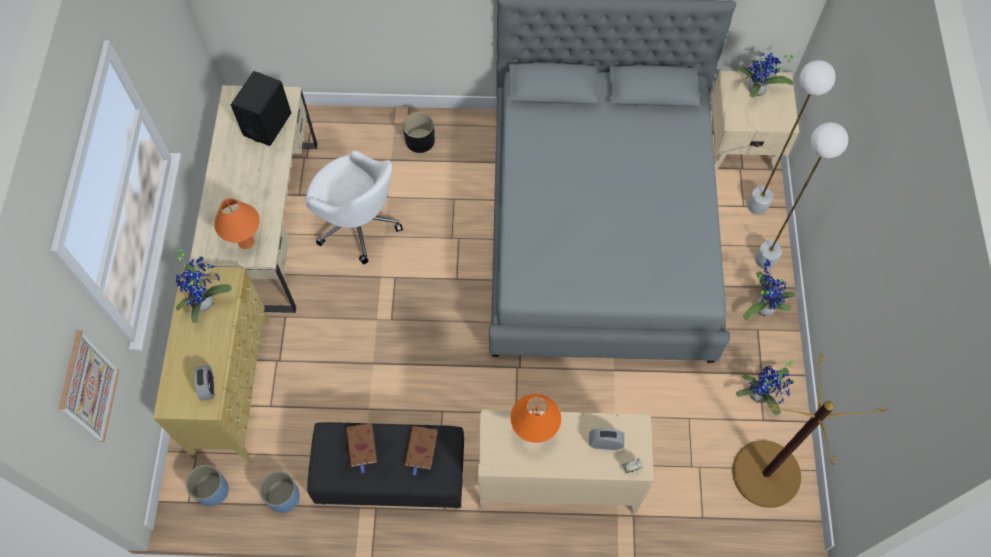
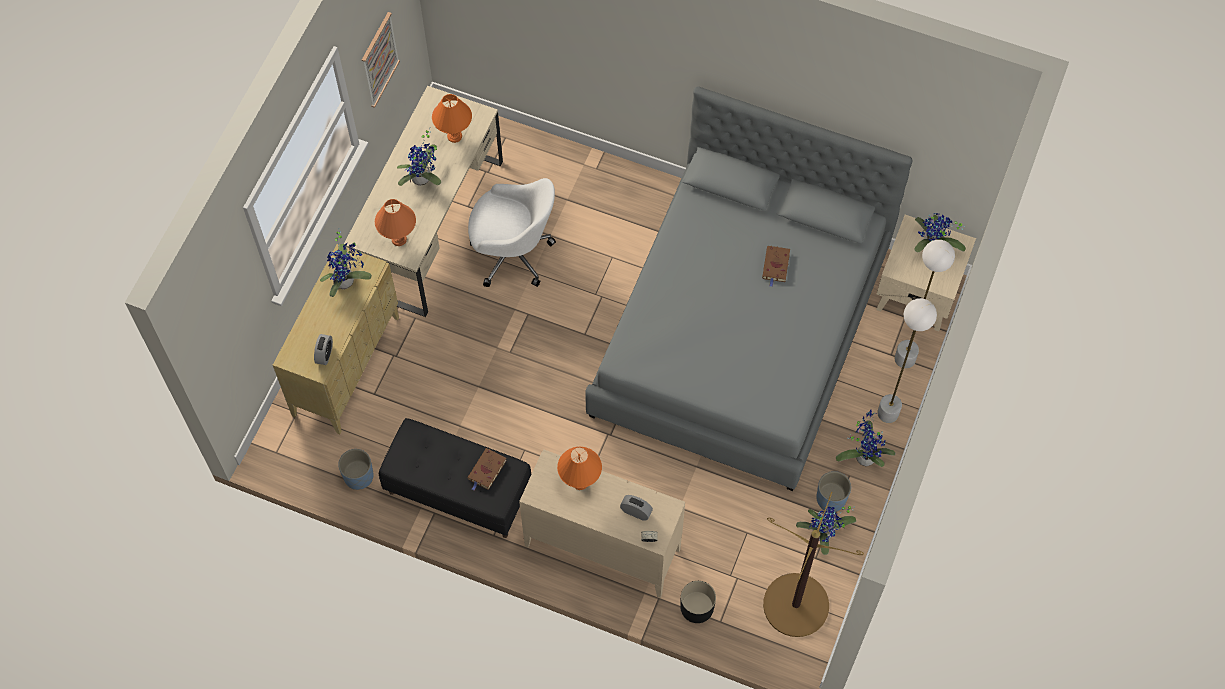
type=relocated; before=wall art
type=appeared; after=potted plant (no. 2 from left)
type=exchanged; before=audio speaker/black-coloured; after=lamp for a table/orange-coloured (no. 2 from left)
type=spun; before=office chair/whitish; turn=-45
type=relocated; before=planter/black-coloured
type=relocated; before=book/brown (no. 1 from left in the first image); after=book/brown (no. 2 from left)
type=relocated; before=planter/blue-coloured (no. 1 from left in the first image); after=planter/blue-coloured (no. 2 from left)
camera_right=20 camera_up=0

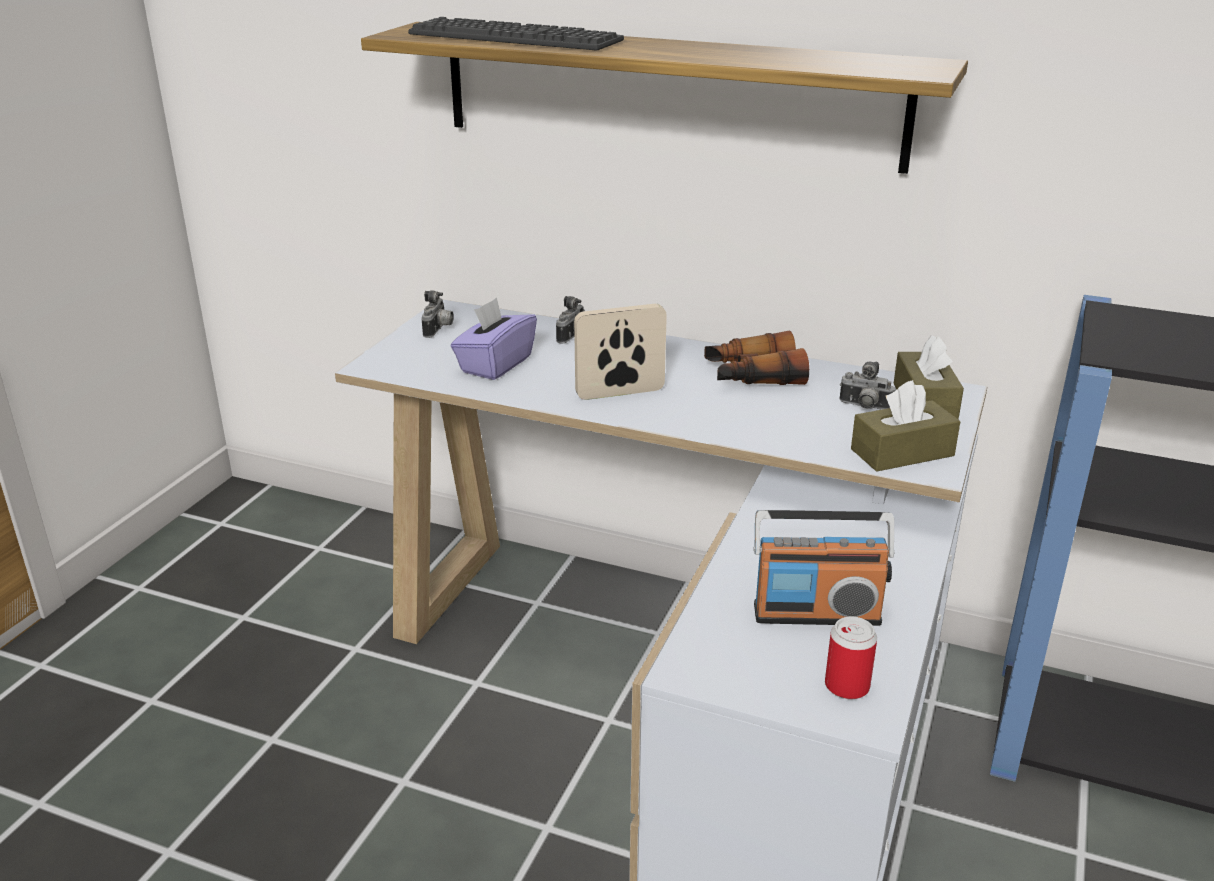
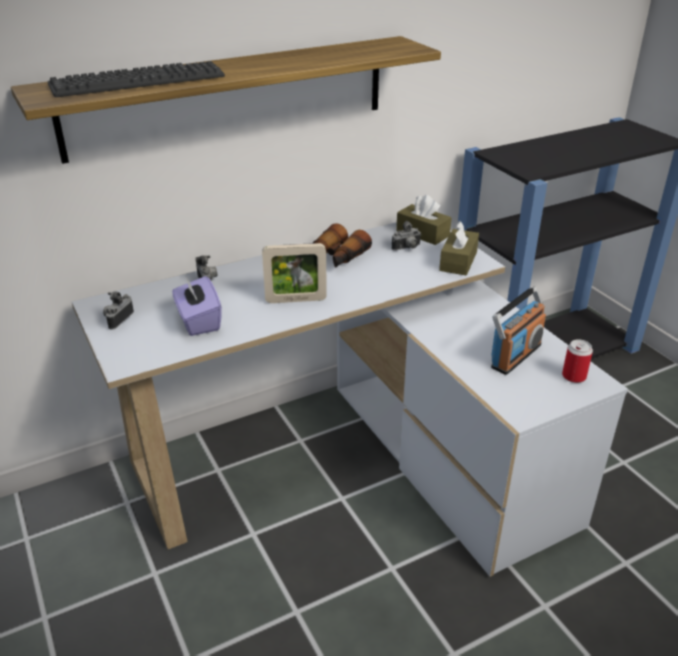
type=spun; before=photo camera (no. 1 from left); turn=-120
type=spun; before=standing frame; turn=-120
camera_right=-50 camera_up=5

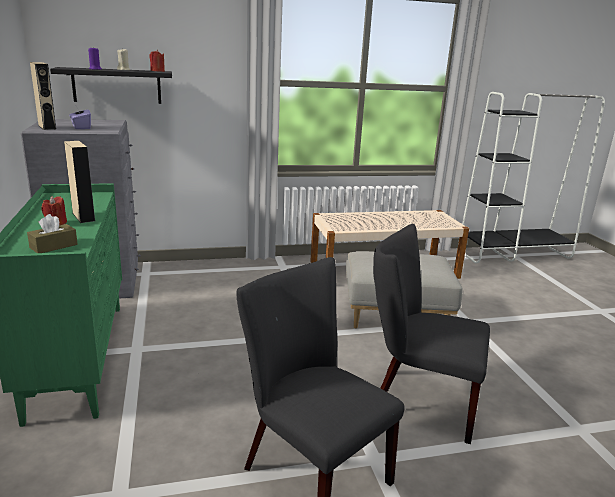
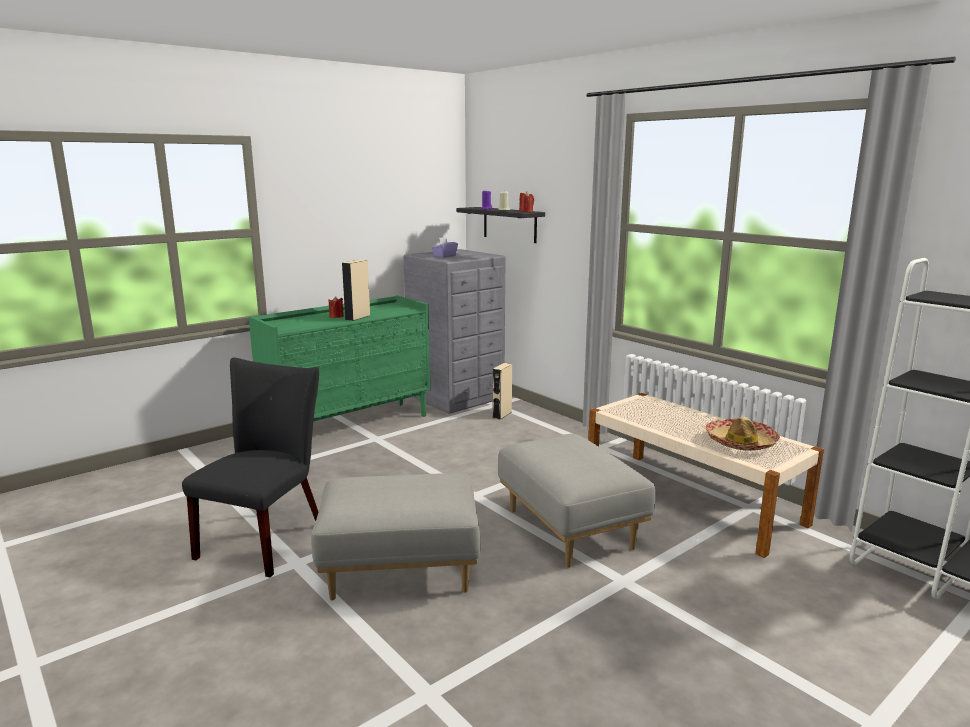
type=exchanged; before=upright chair/black-coloured (no. 2 from left); after=ottoman/greyish (no. 1 from left)
type=relocated; before=audio speaker/beige-coloured (no. 1 from left in the first image); after=audio speaker/beige-coloured (no. 2 from left)
type=appeared; after=hat
type=missing; before=tissue holder/brown
camera_right=65 camera_up=-5

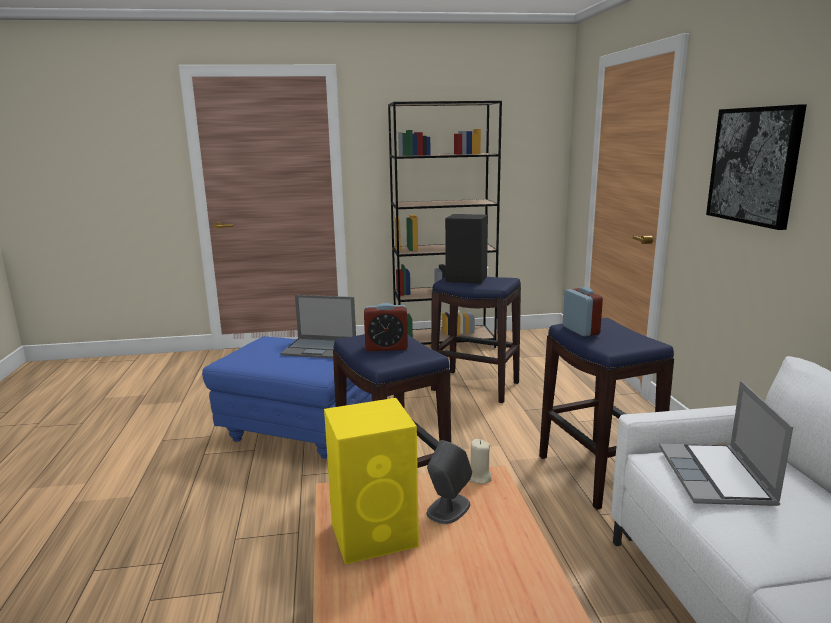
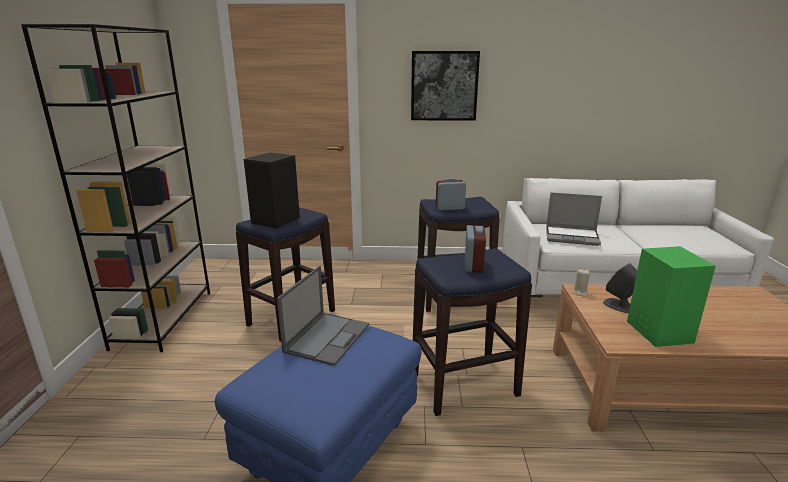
type=colour; before=audio speaker/yellow-coloured; after=audio speaker/green
camera_right=-80 camera_up=5

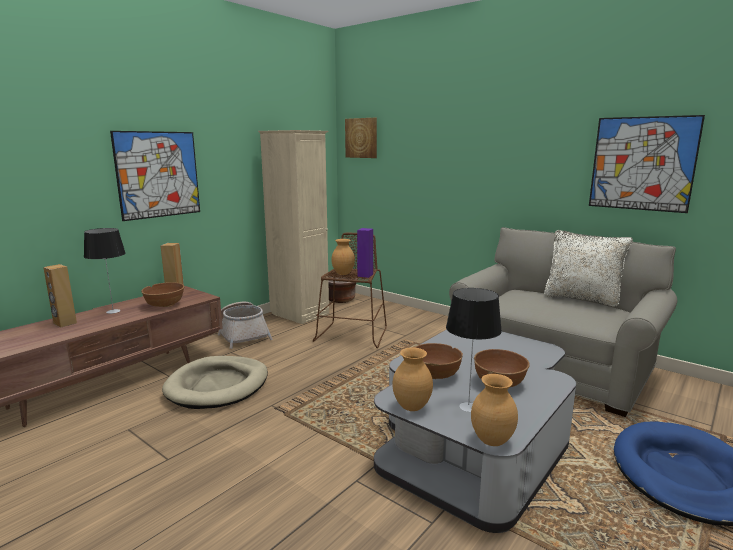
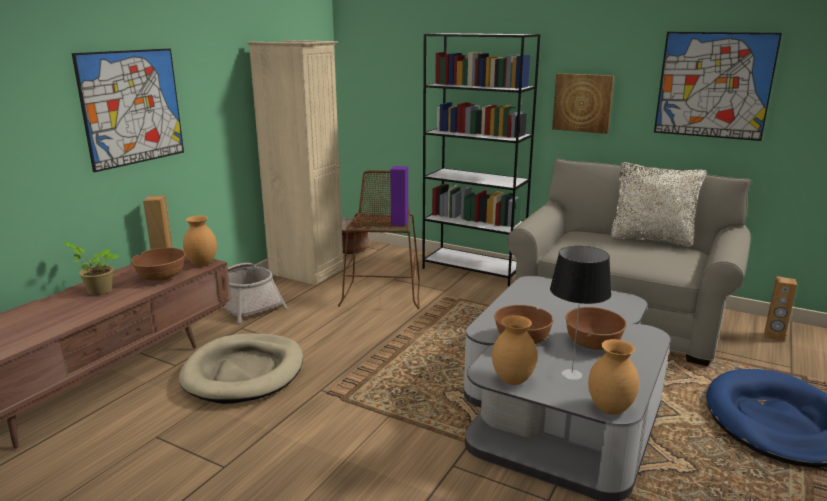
type=exchanged; before=lamp for a table (no. 1 from left); after=potted plant
type=relocated; before=decorative vase/brown (no. 1 from left)
type=appeared; after=shelving unit/whitish
type=relocated; before=wall art (no. 2 from left)
type=relocated; before=audio speaker/brown (no. 1 from left in the first image); after=audio speaker/brown (no. 2 from left)
camera_right=-10 camera_up=5

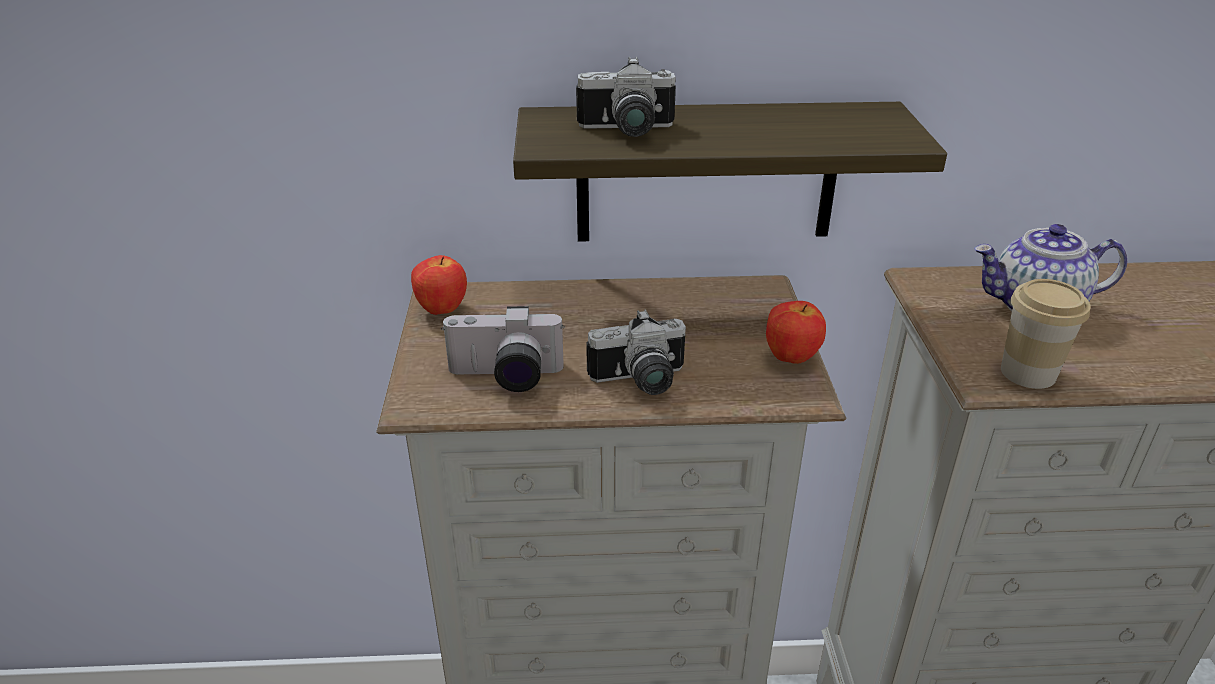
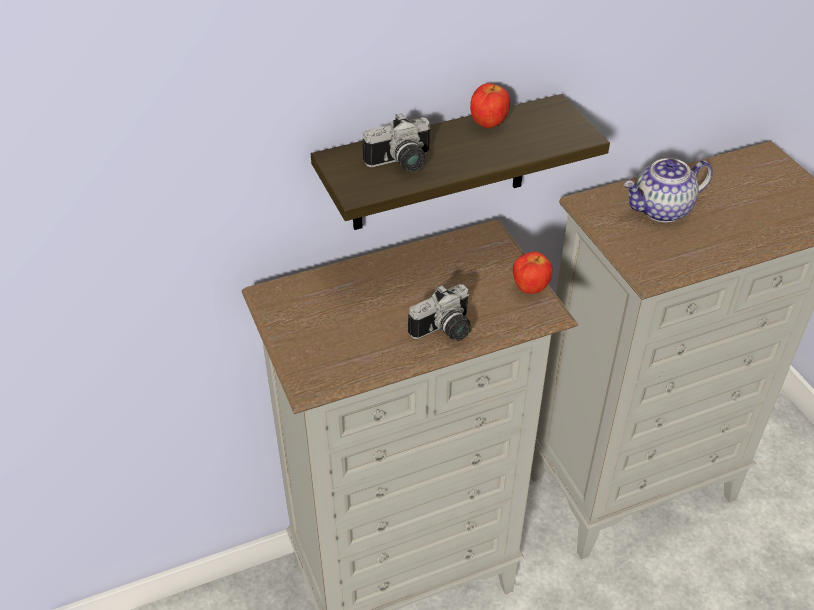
type=relocated; before=apple fruit (no. 1 from left)
type=missing; before=photo camera (no. 1 from left)
type=missing; before=drinking cup
camera_right=-20 camera_up=10

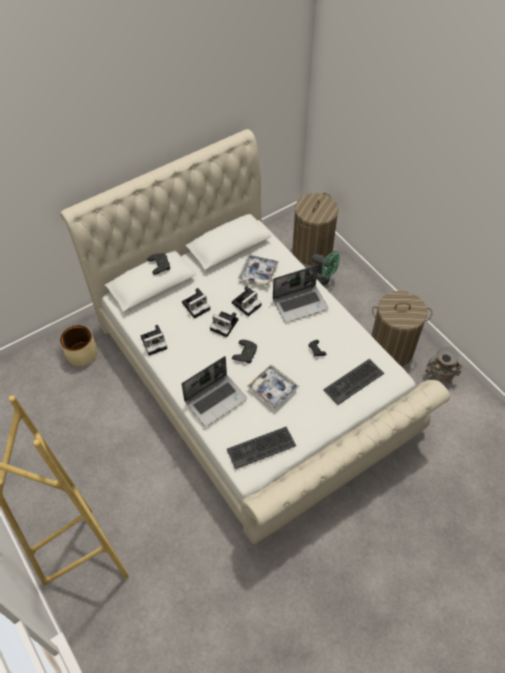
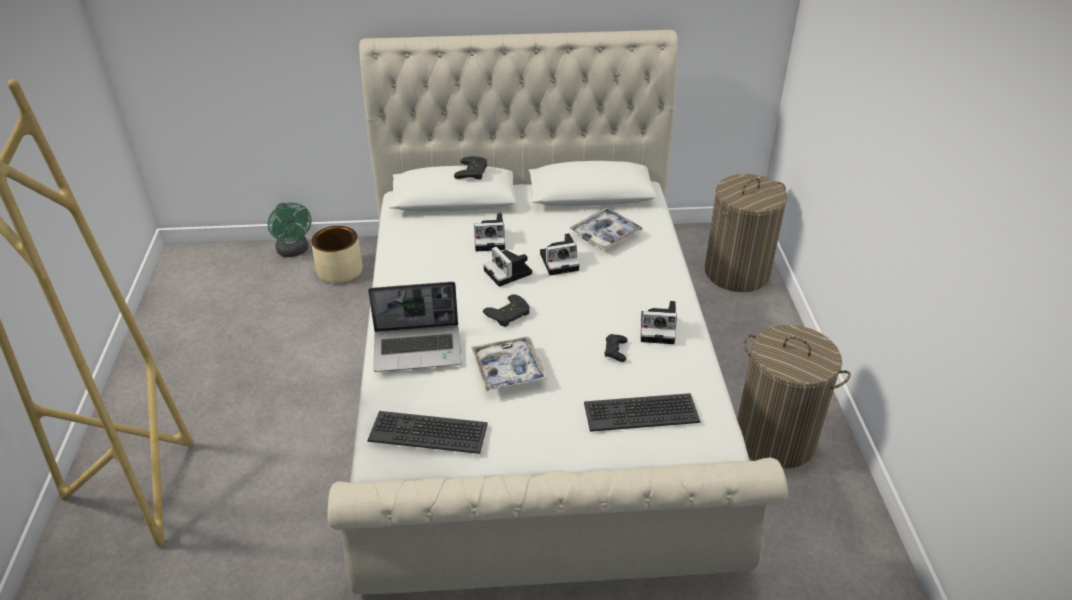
type=relocated; before=cooling fan/green
type=relocated; before=photo camera (no. 1 from left in the first image); after=photo camera (no. 4 from left)
type=missing; before=laptop (no. 2 from left)
type=missing; before=decorative vase/greyish
camera_right=30 camera_up=-15

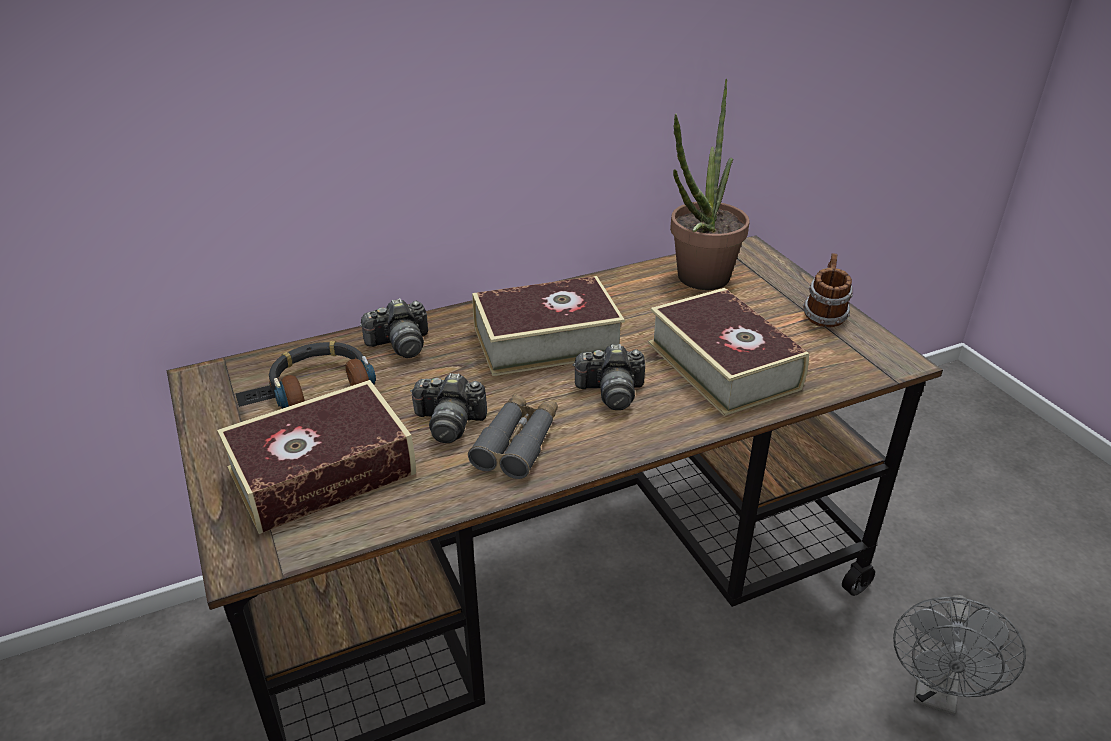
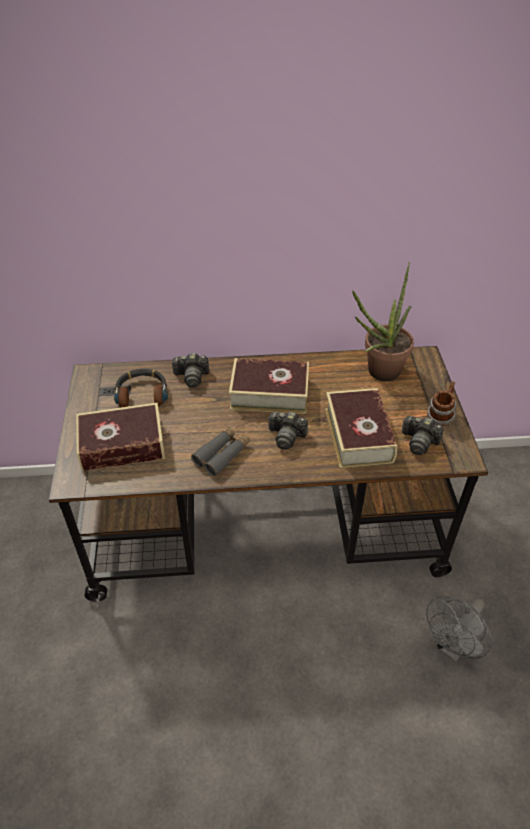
type=relocated; before=photo camera (no. 2 from left in the first image); after=photo camera (no. 3 from left)
camera_right=20 camera_up=10

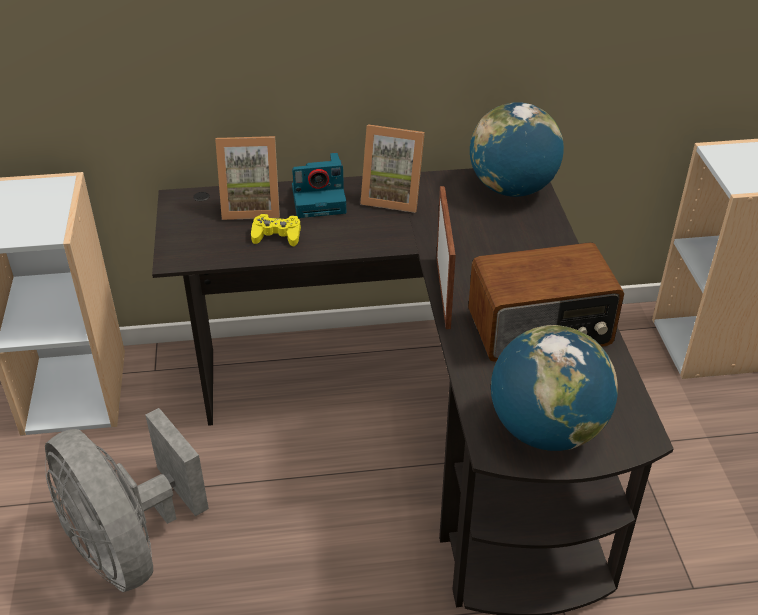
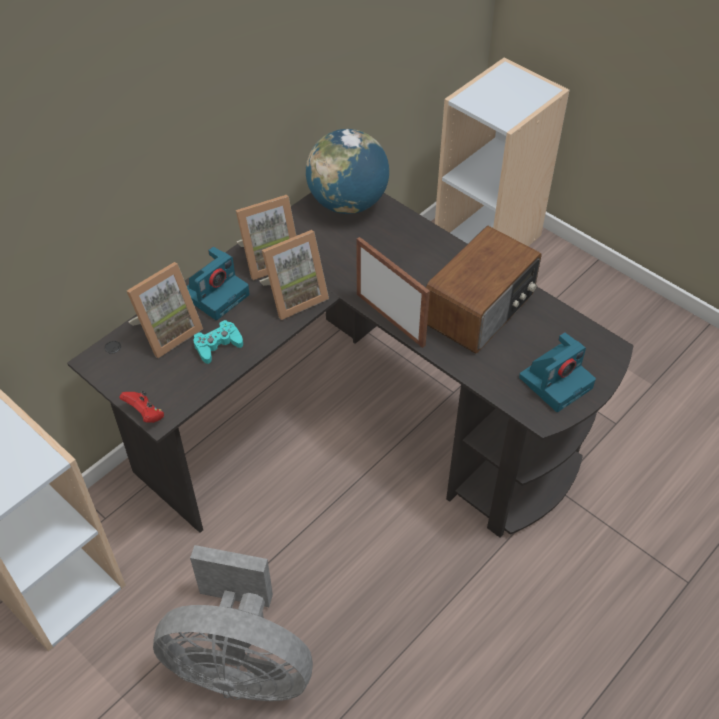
type=appeared; after=gamepad/red
type=colour; before=gamepad/yellow-coloured; after=gamepad/turquoise-coloured
type=appeared; after=standing frame (no. 3 from left)
type=exchanged; before=world globe (no. 2 from left); after=photo camera (no. 2 from left)
camera_right=-40 camera_up=10

